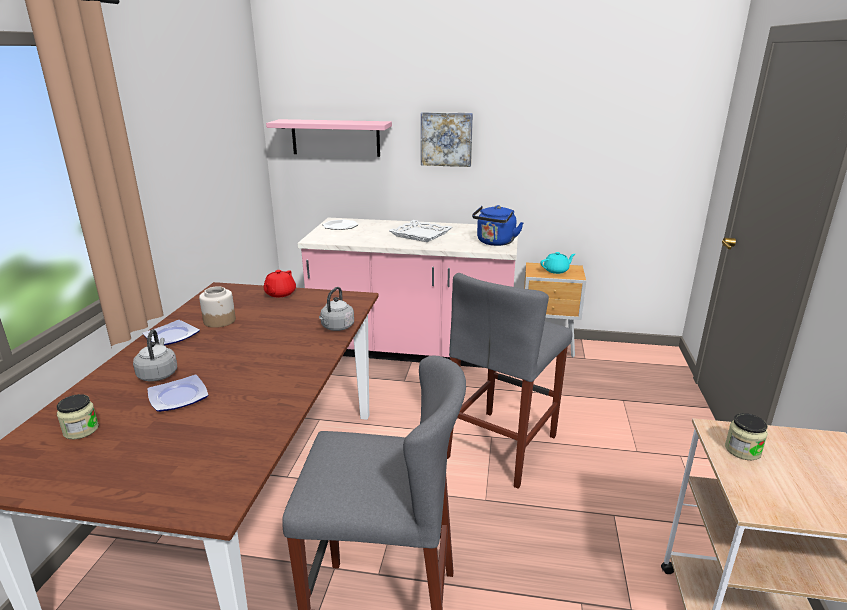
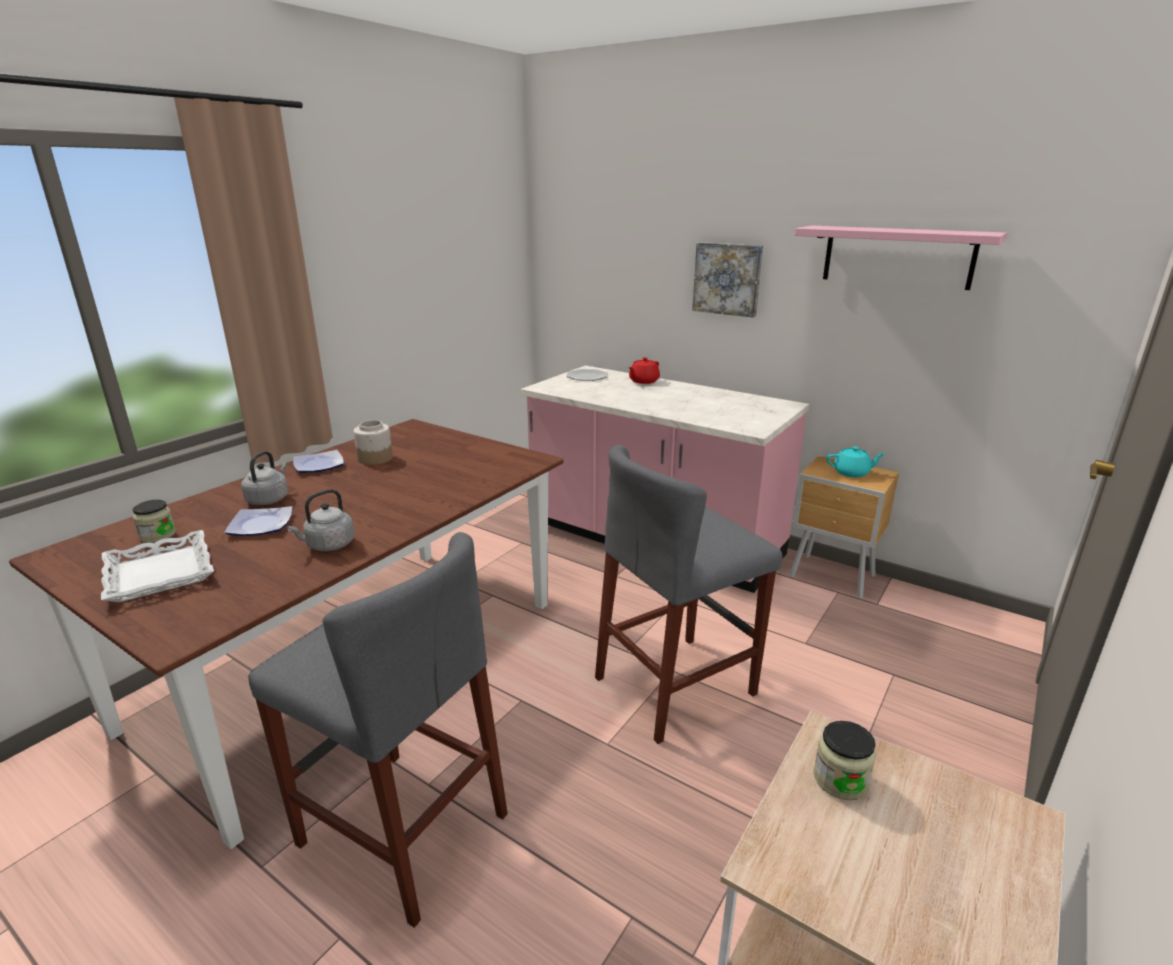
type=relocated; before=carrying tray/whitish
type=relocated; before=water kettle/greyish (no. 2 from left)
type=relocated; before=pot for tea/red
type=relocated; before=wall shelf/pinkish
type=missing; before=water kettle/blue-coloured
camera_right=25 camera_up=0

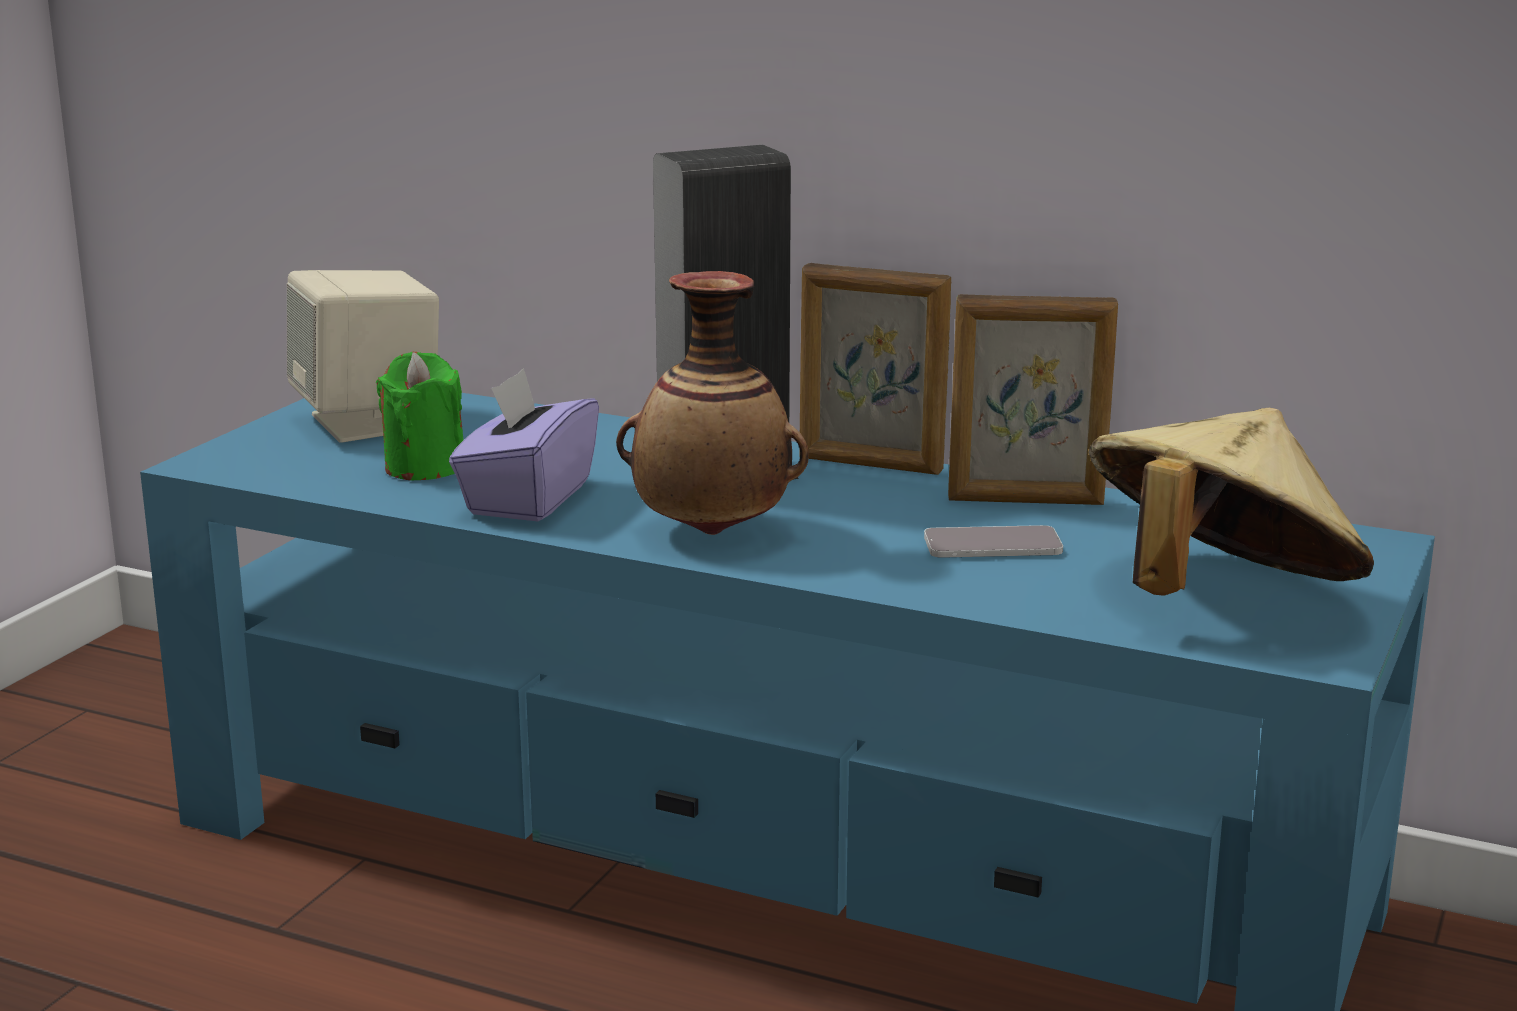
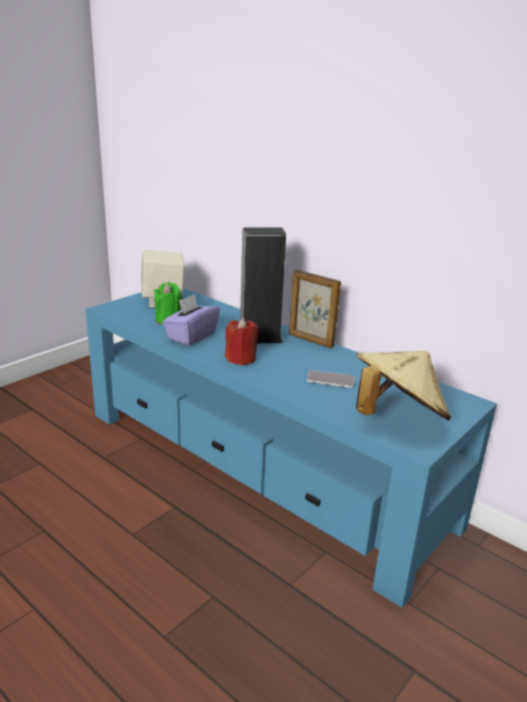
type=exchanged; before=decorative vase; after=candle/red
type=missing; before=standing frame (no. 2 from left)
camera_right=15 camera_up=5

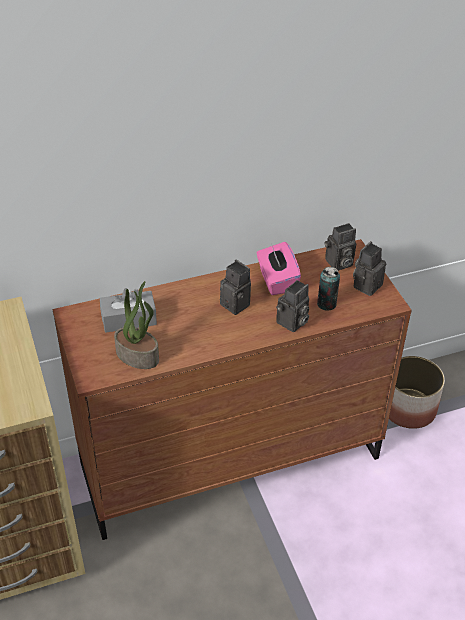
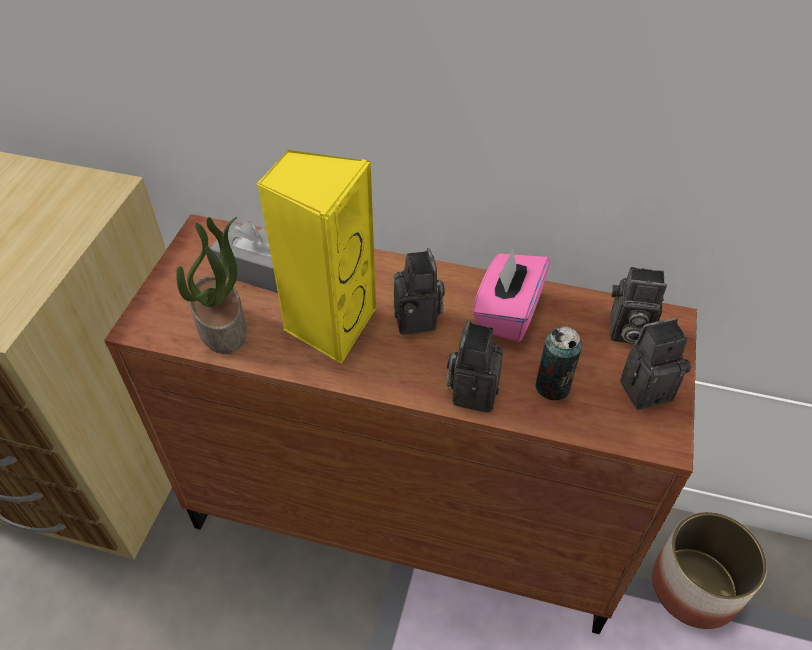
type=appeared; after=audio speaker/yellow-coloured
type=spun; before=photo camera (no. 2 from left); turn=120
camera_right=35 camera_up=5

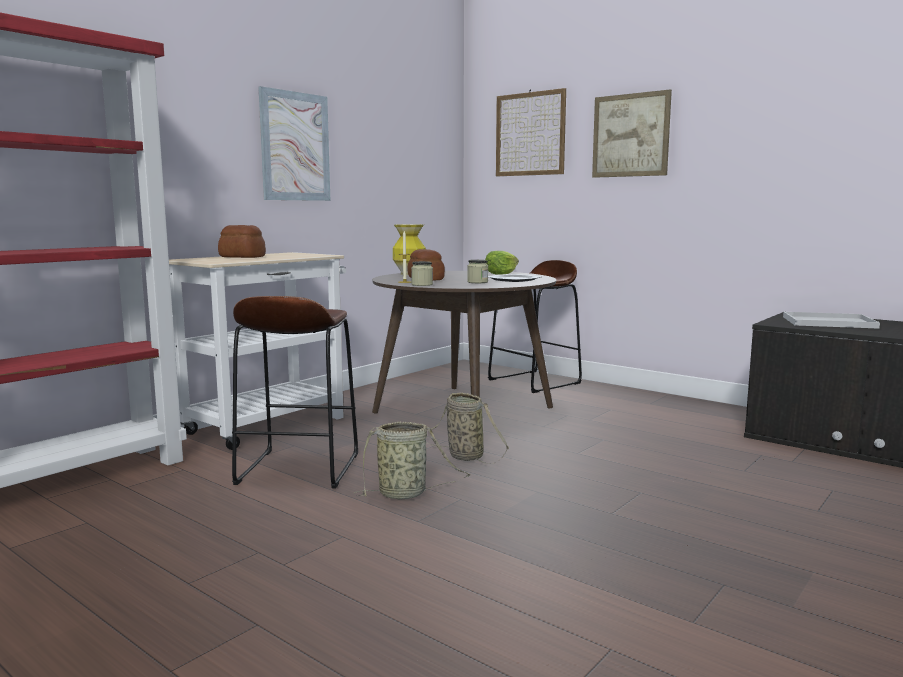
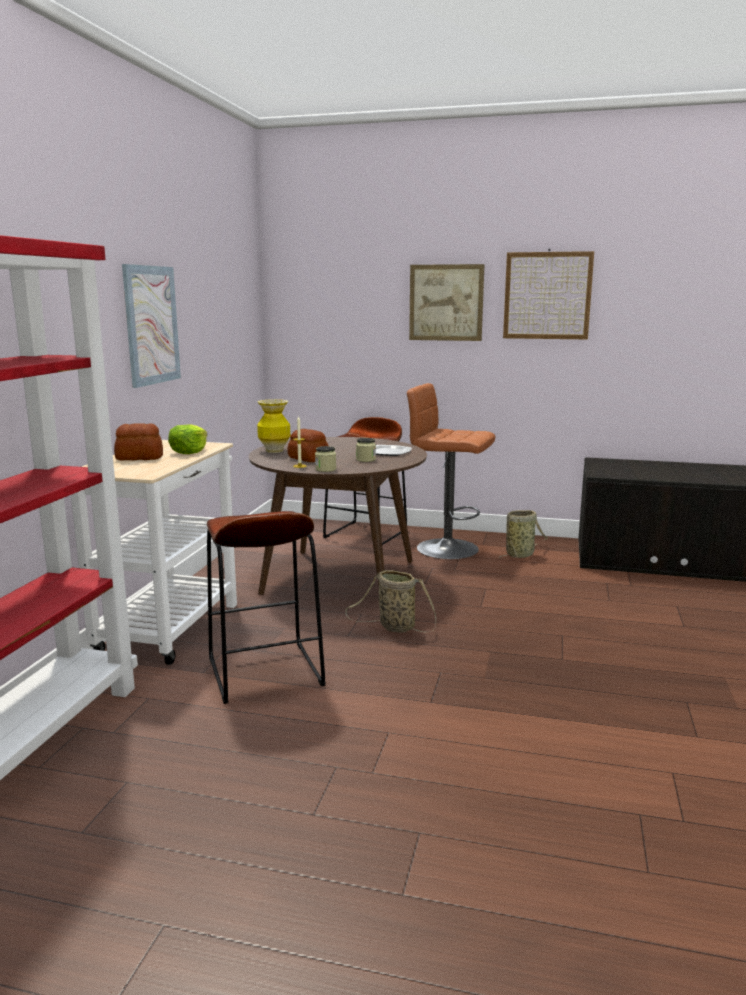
type=relocated; before=lettuce
type=appeared; after=stool/brown (no. 3 from left)
type=relocated; before=household basket (no. 1 from left in the first image); after=household basket (no. 2 from left)
type=relocated; before=wall art (no. 2 from left in the first image); after=wall art (no. 3 from left)
type=missing; before=carrying tray/whitish
camera_right=-25 camera_up=5

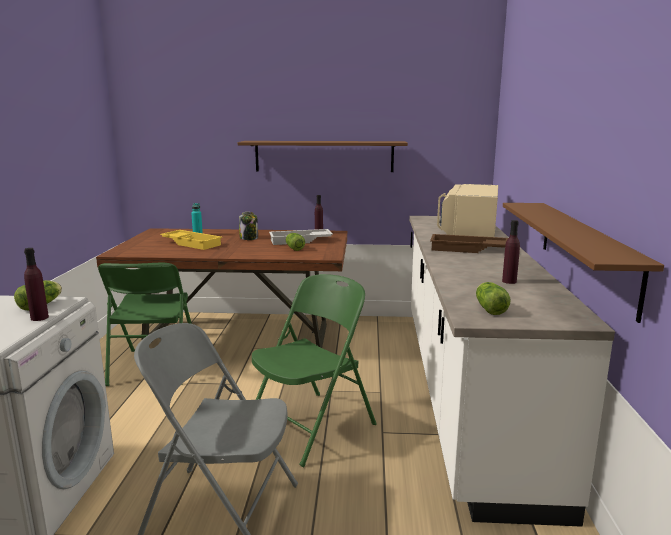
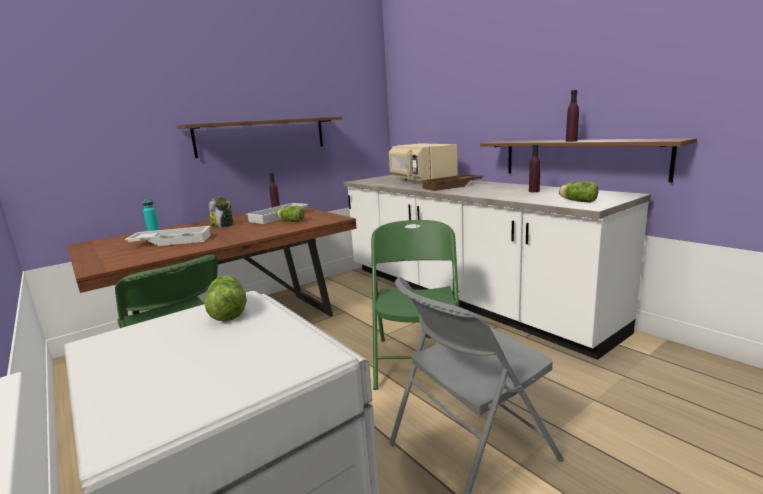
type=colour; before=carrying tray/yellow-coloured; after=carrying tray/whitish (no. 1 from left)
type=relocated; before=bottle/purple-coloured (no. 1 from left in the first image); after=bottle/purple-coloured (no. 3 from left)
camera_right=-40 camera_up=0

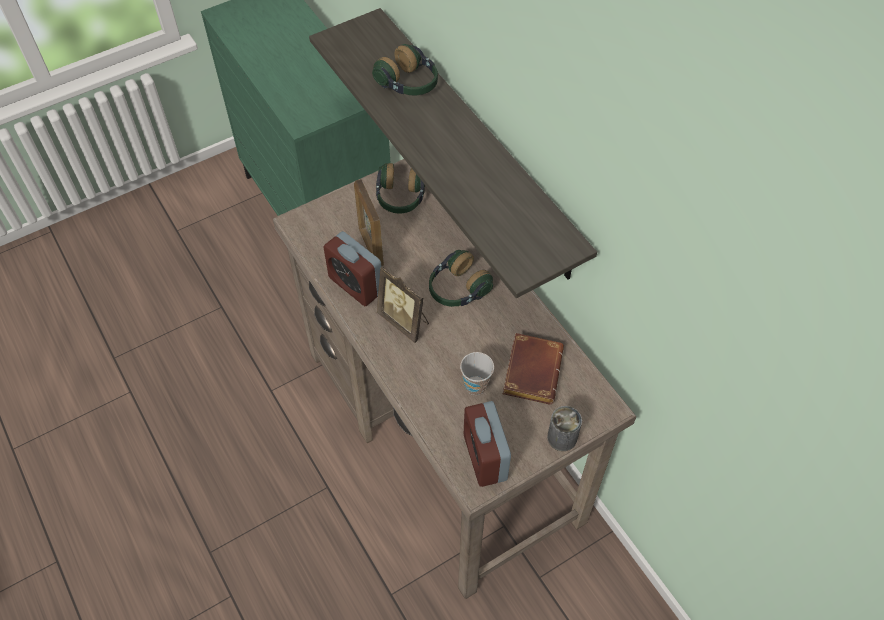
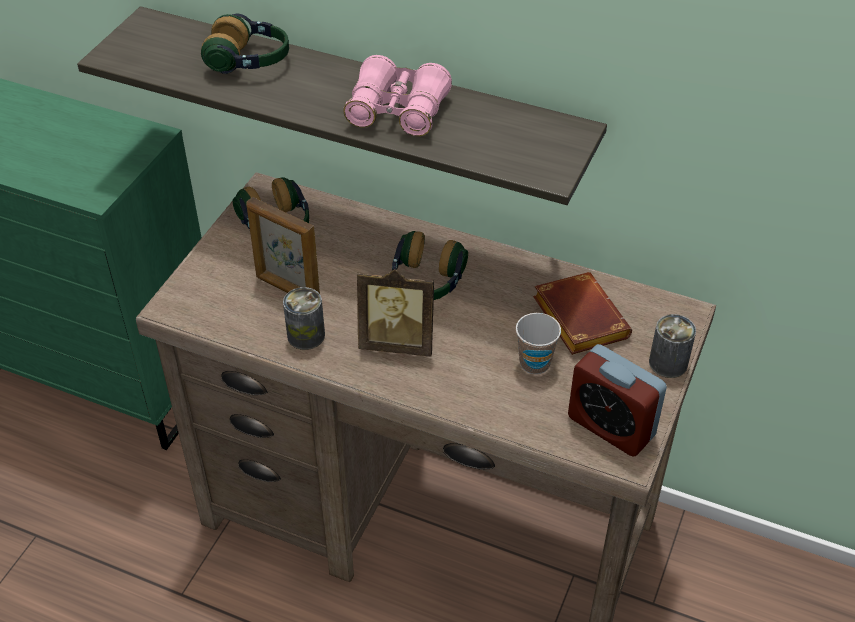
type=exchanged; before=bedside clock (no. 1 from left); after=can (no. 1 from left)
type=appeared; after=field glasses/pinkish
camera_right=-35 camera_up=-10

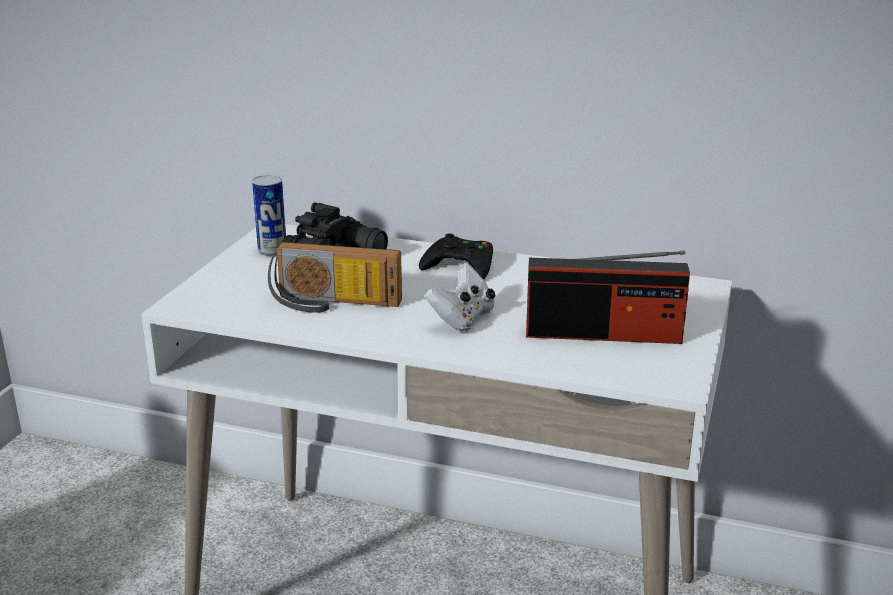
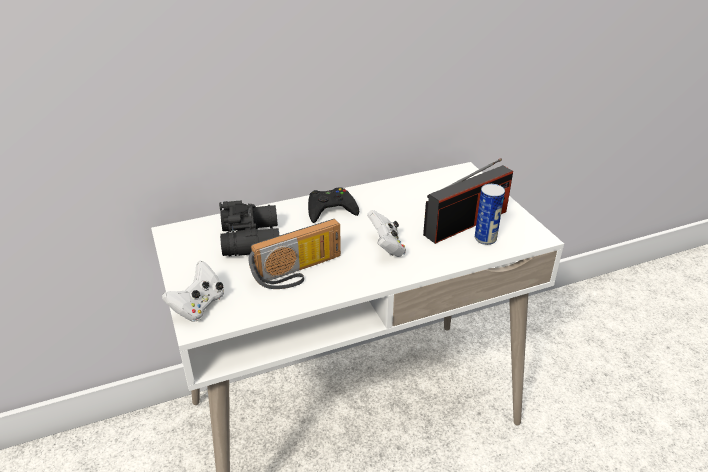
type=appeared; after=gamepad/whitish (no. 1 from left)
type=relocated; before=can
camera_right=-40 camera_up=10

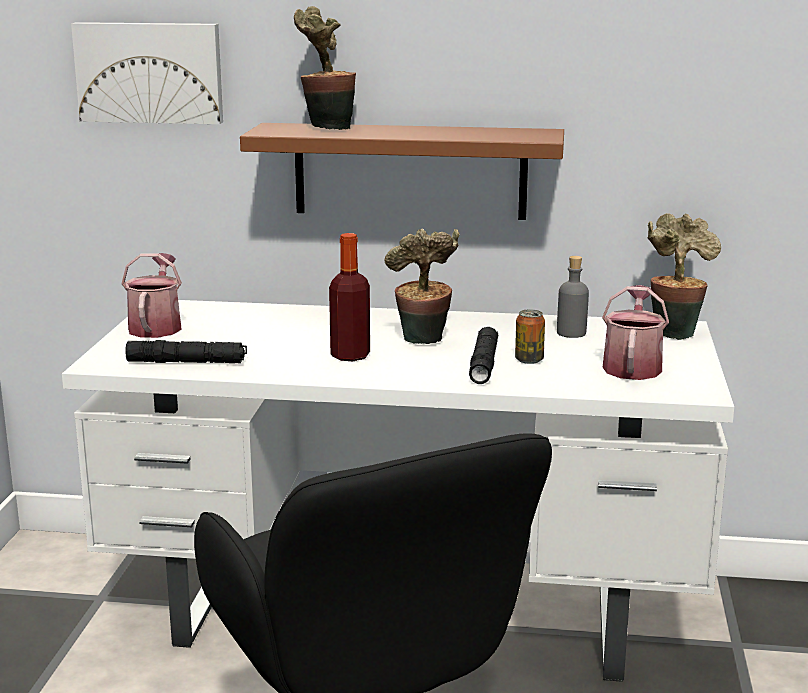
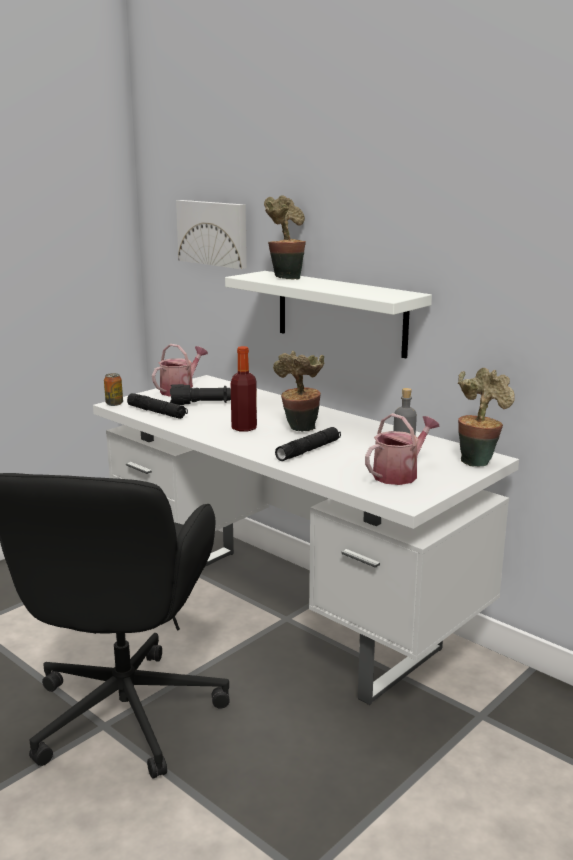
type=relocated; before=can
type=appeared; after=hand torch/black-coloured (no. 2 from left)
type=colour; before=wall shelf/brown; after=wall shelf/whitish
camera_right=35 camera_up=0

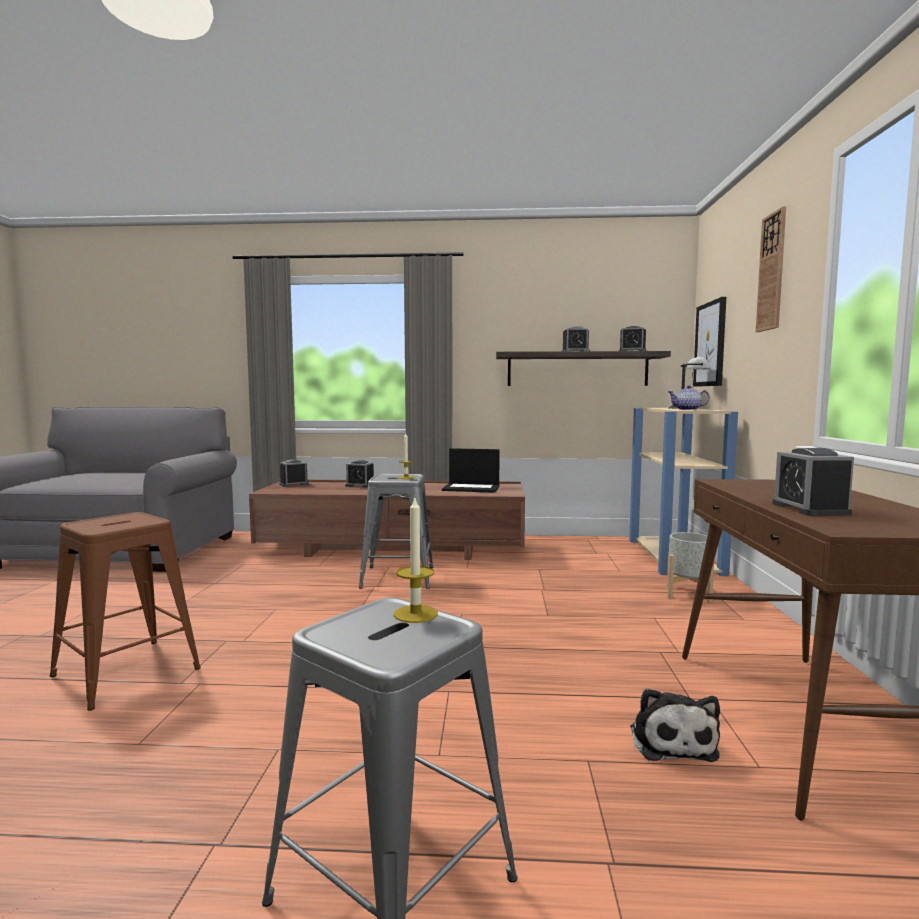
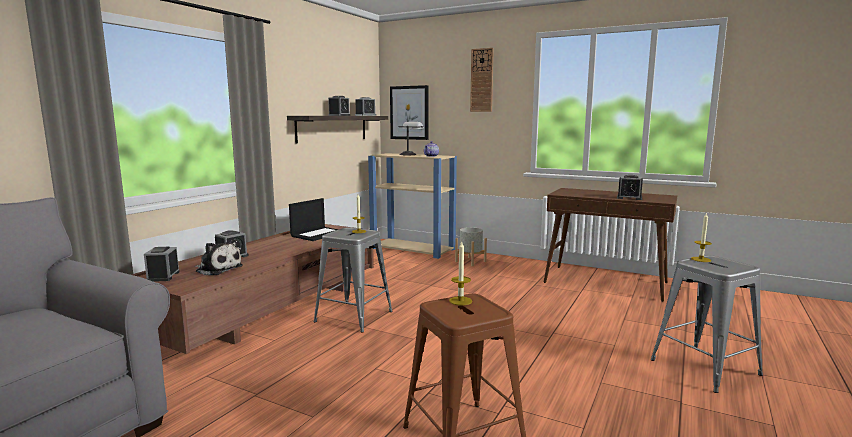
type=relocated; before=soft toy
type=appeared; after=candle (no. 2 from left)
camera_right=-65 camera_up=5

